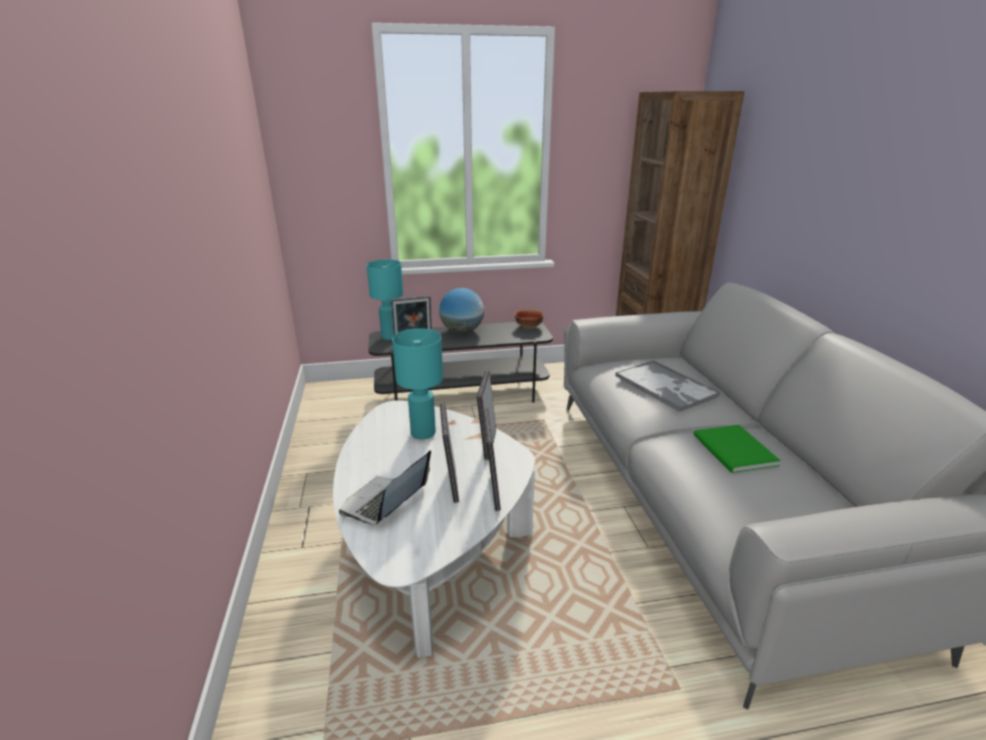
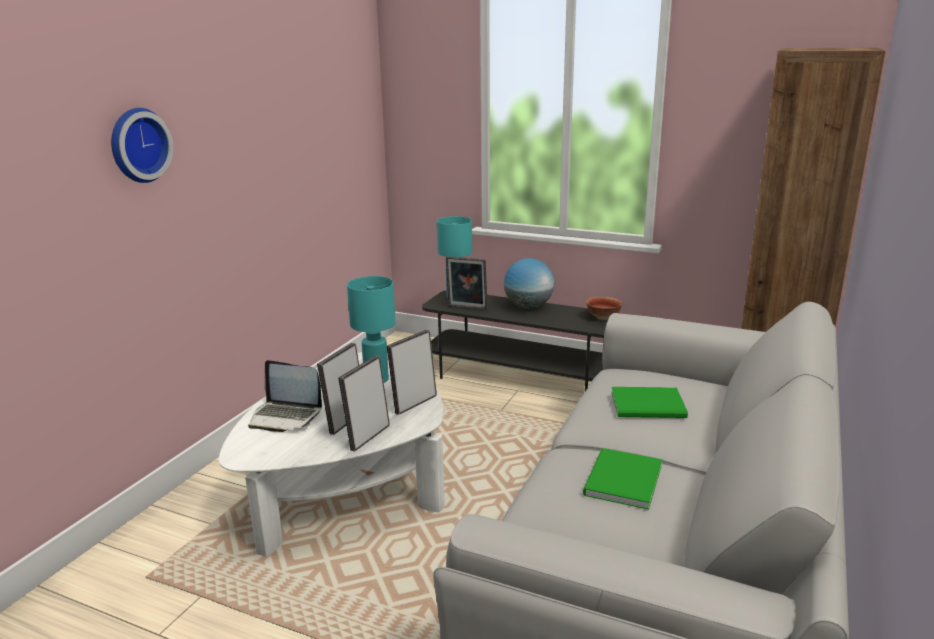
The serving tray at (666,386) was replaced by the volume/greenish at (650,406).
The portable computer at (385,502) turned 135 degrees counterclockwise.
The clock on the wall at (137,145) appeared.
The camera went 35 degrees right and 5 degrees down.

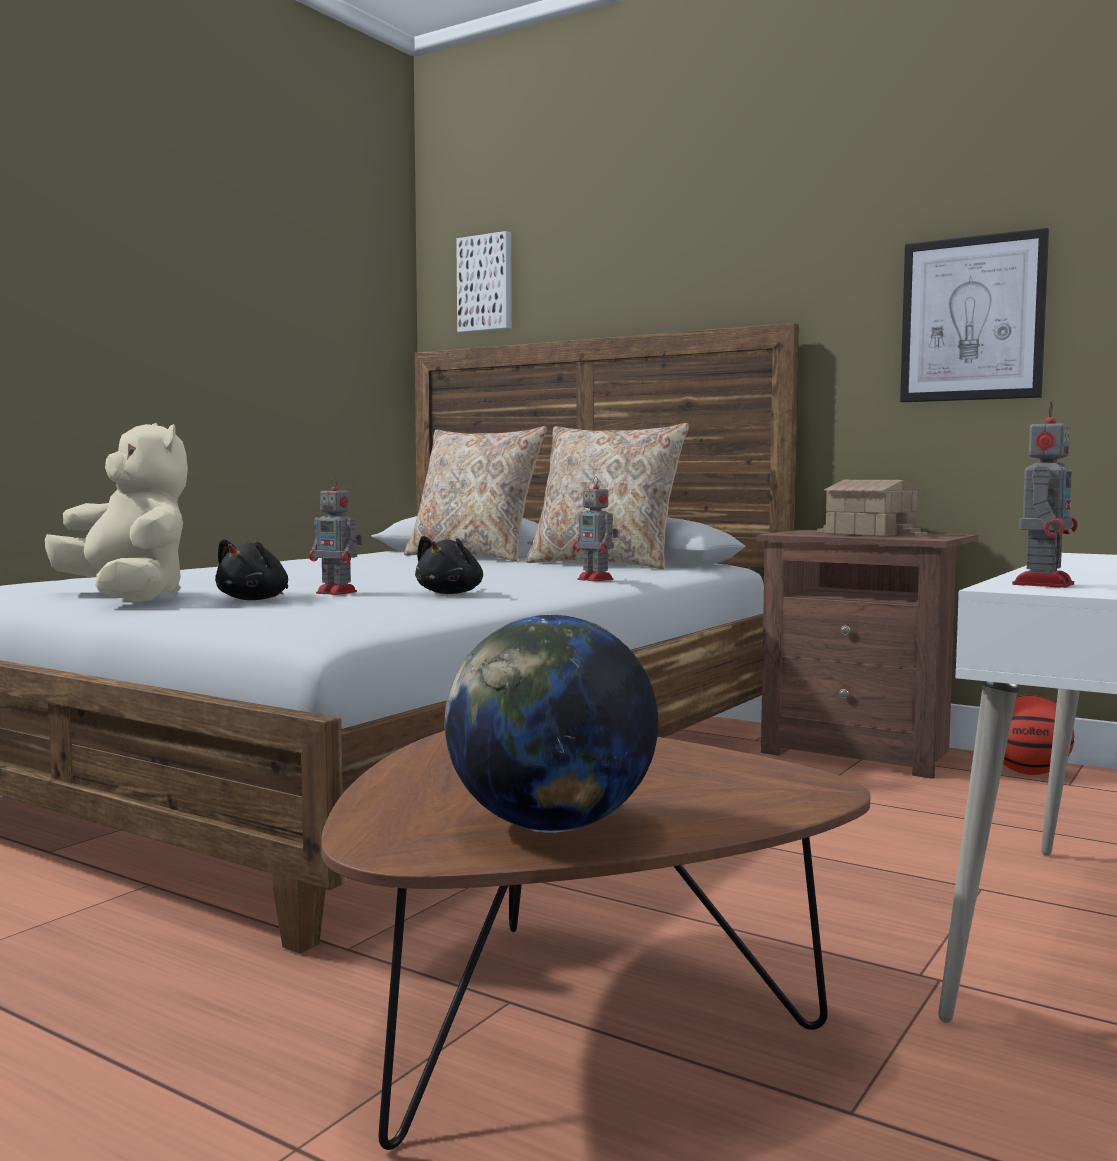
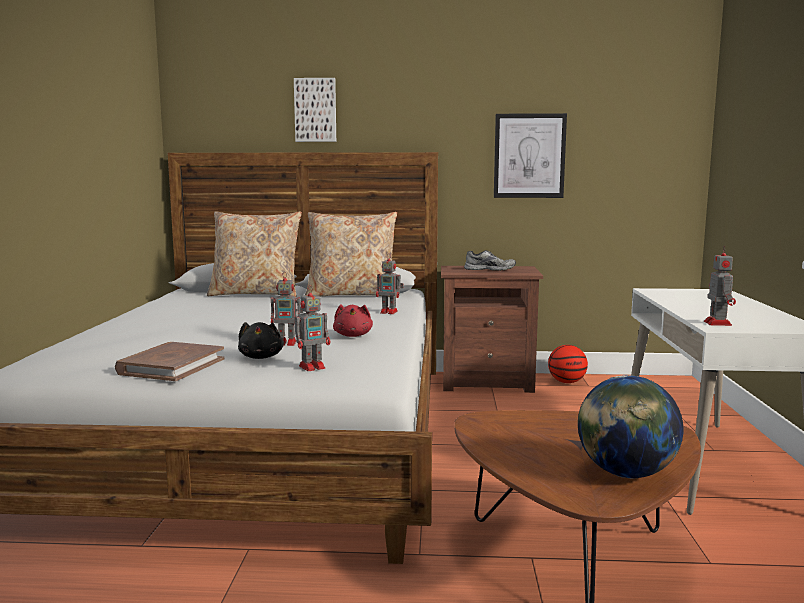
The picture moved from (486,283) to (315,110).
The soft toy/beige at (128,597) was replaced by the volume/brownish at (171,366).
The miniature house at (871,533) was replaced by the shoe/gray at (490,269).
The soft toy/black at (451,593) became the soft toy/red at (353,335).
The model robot at (313,367) appeared.
The camera went 30 degrees left and 5 degrees up.

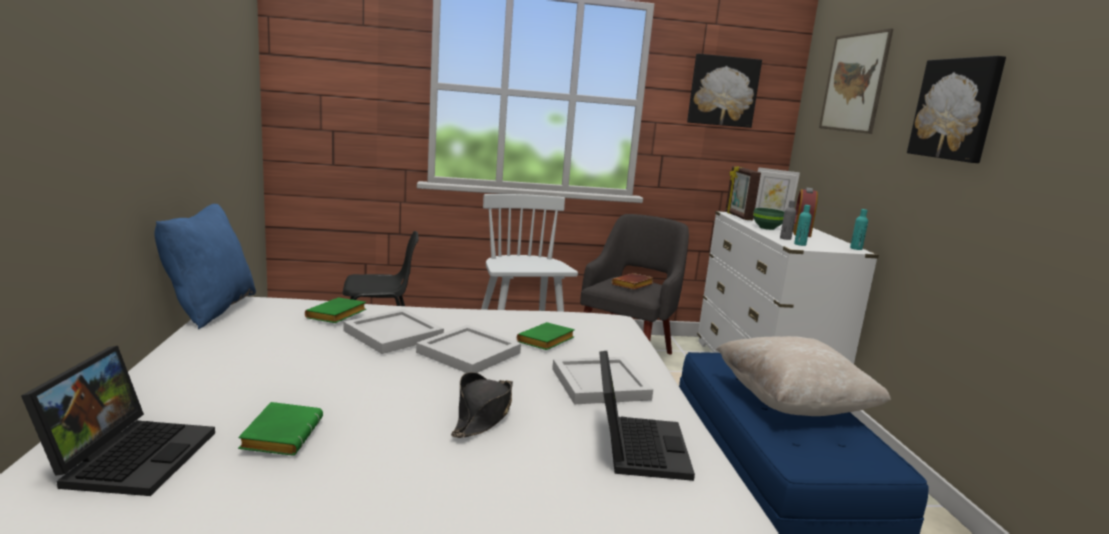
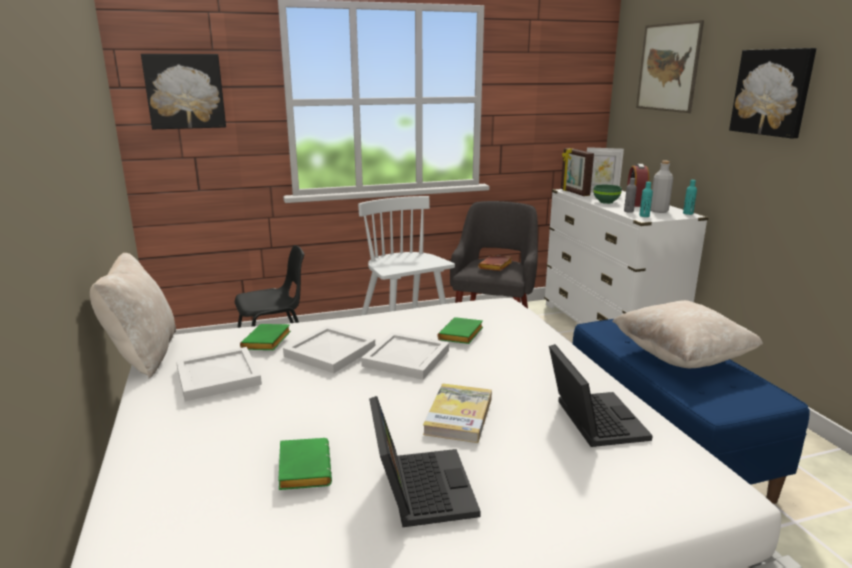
The picture moved from (722,91) to (185,91).
The throw pillow/blue-coloured at (210,309) became the throw pillow/beige at (143,355).
The portable computer moved from (131,455) to (419,487).
The serving tray/white moved from (600,383) to (219,376).
The wearable hat/black at (483,415) was replaced by the volume at (459,416).
The beverage bottle/gray at (658,211) appeared.
The camera went 10 degrees left and 5 degrees up.

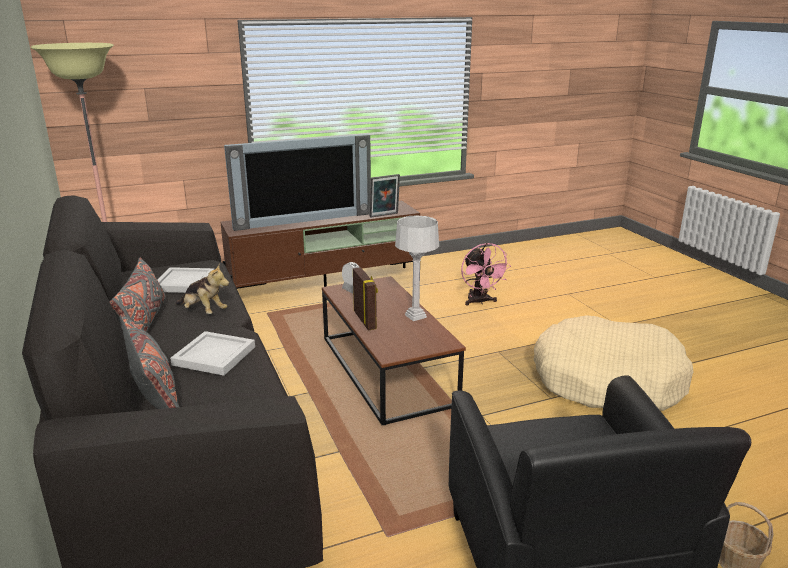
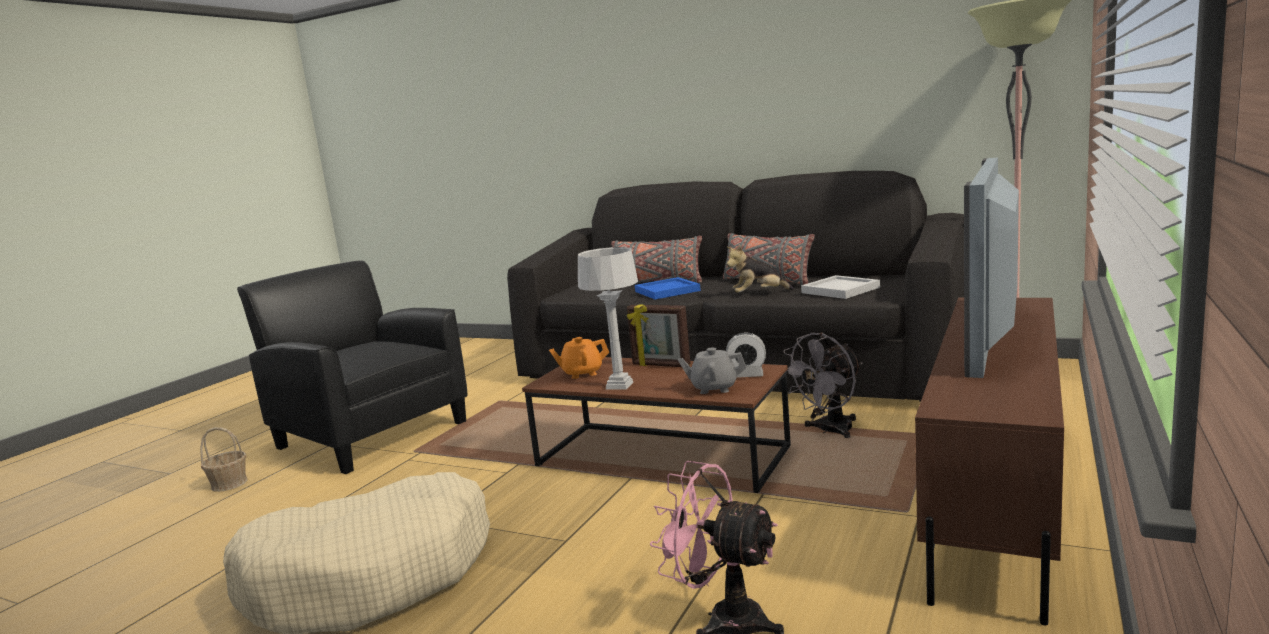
The picture frame at (384,215) disappeared.
The serving tray/white at (213,356) became the serving tray/blue-coloured at (667,291).
The cooling fan/gray at (829,431) appeared.
The tea pot/orange at (581,373) appeared.
The tea pot/gray at (713,388) appeared.
The camera went 140 degrees right and 10 degrees down.

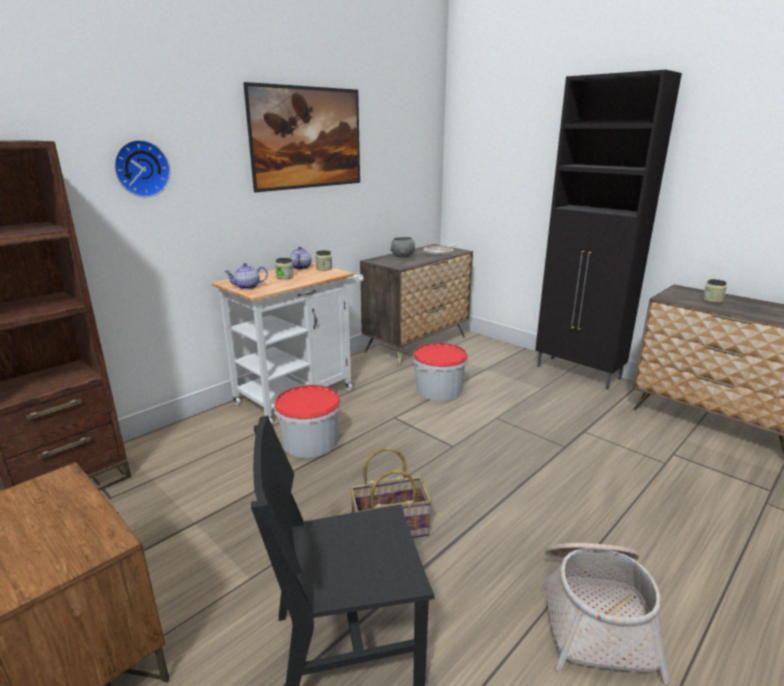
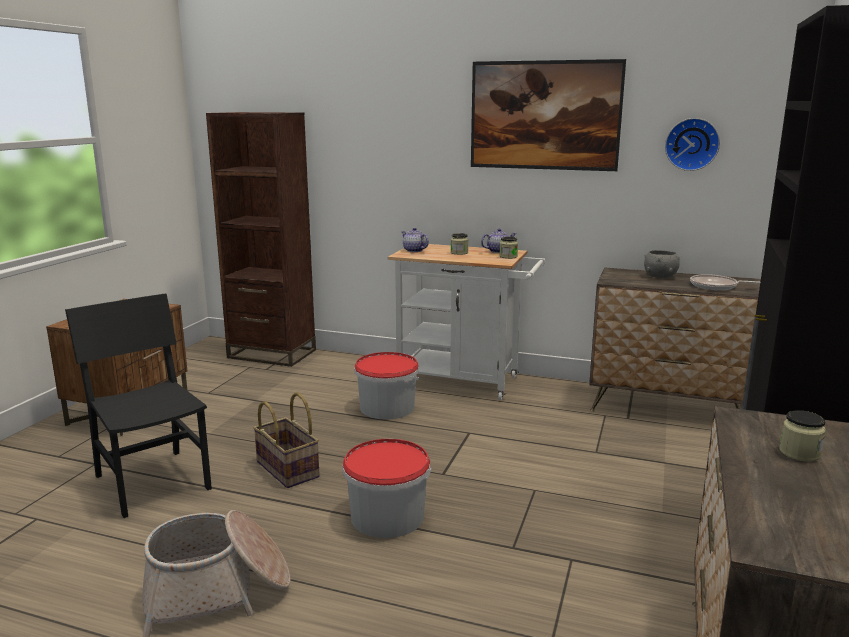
The clock on the wall moved from (141,168) to (692,144).
The bucket moved from (439,389) to (387,516).
The camera went 65 degrees right and 5 degrees down.

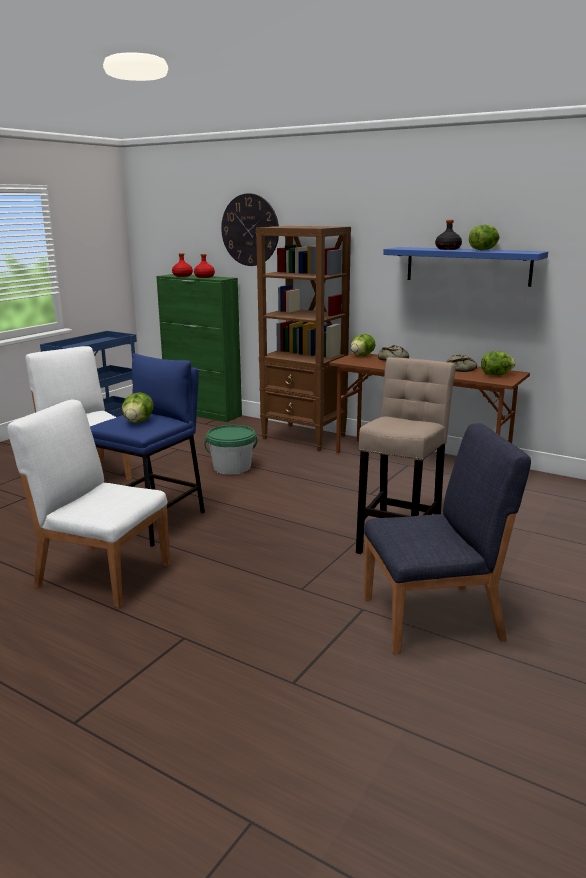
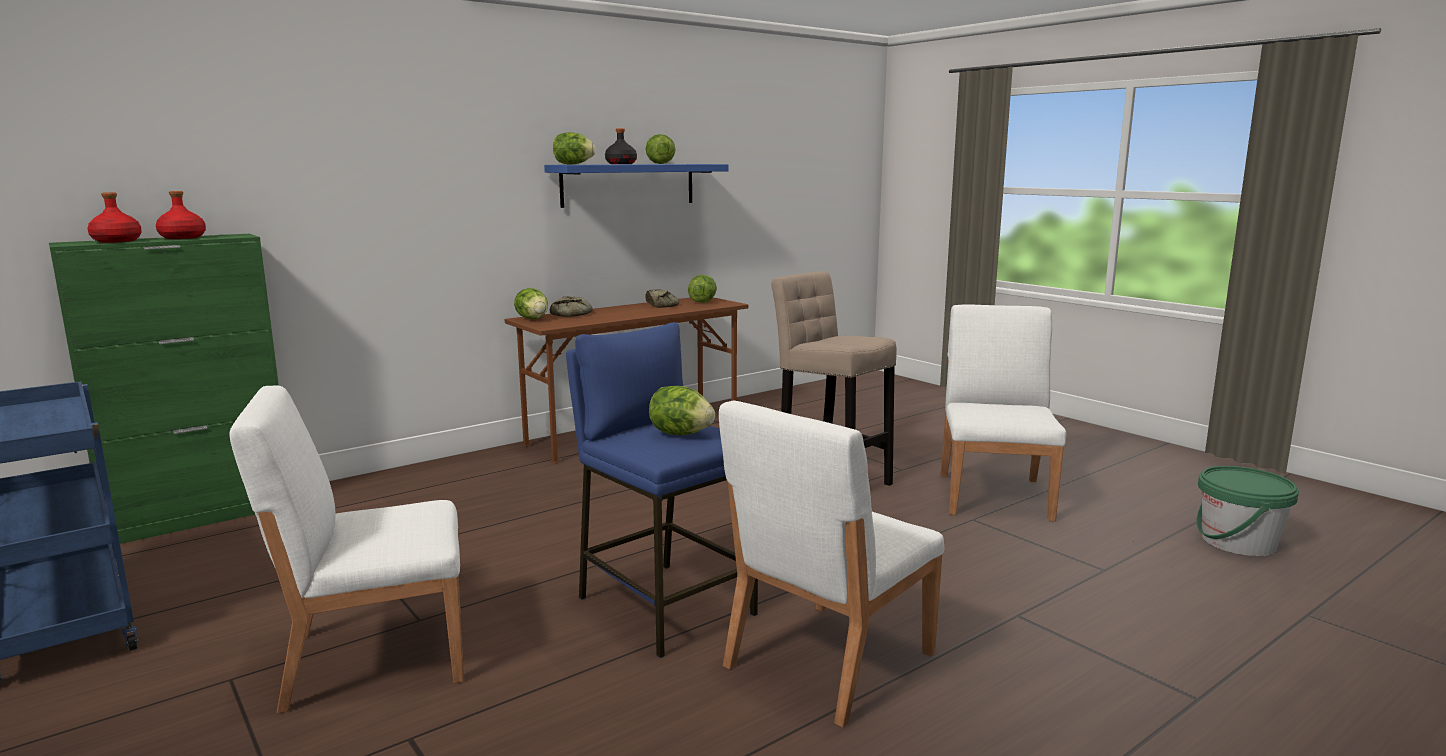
The clock on the wall at (250,230) disappeared.
The bookcase/brownish at (304,437) disappeared.
The upright chair/blue-coloured at (434,618) became the upright chair/white at (995,496).
The bucket/greenish moved from (232,467) to (1238,542).
The lettuce head at (573,164) appeared.
The camera went 70 degrees left and 5 degrees down.

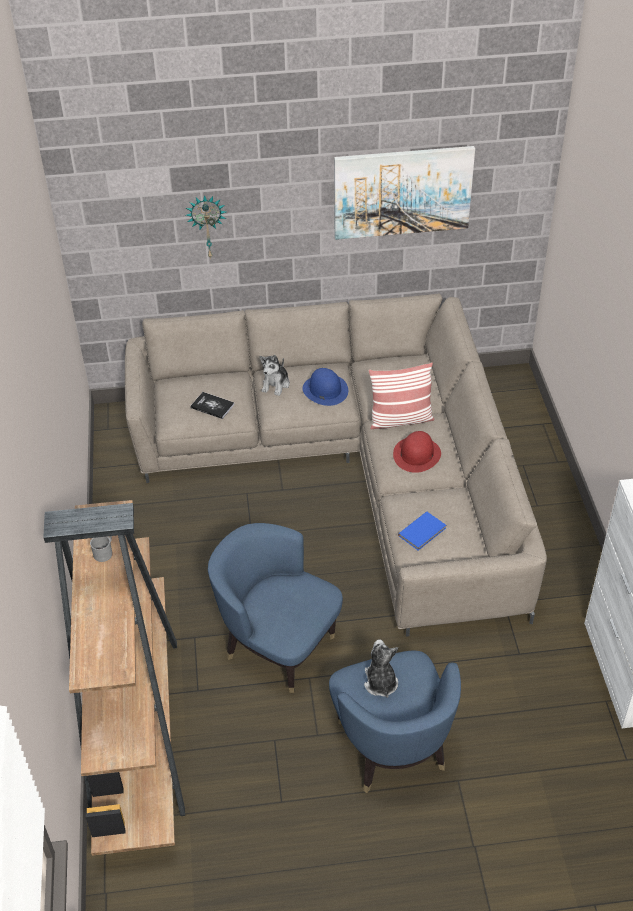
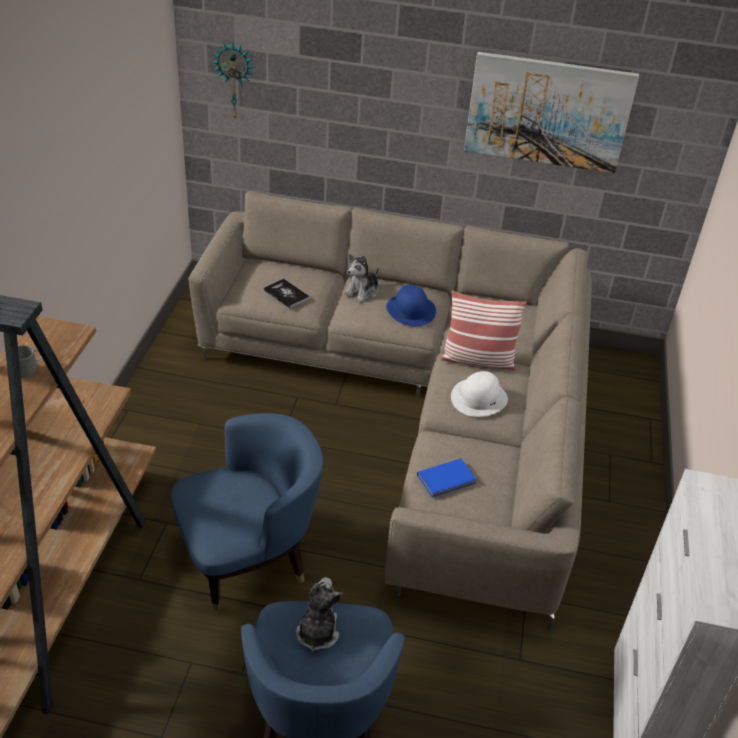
The clock on the wall moved from (207,225) to (234,80).
The wearable hat/red at (417,454) became the wearable hat/white at (479,398).
The easy chair/blue-coloured at (277,646) turned 105 degrees clockwise.
The camera went 15 degrees right and 5 degrees down.

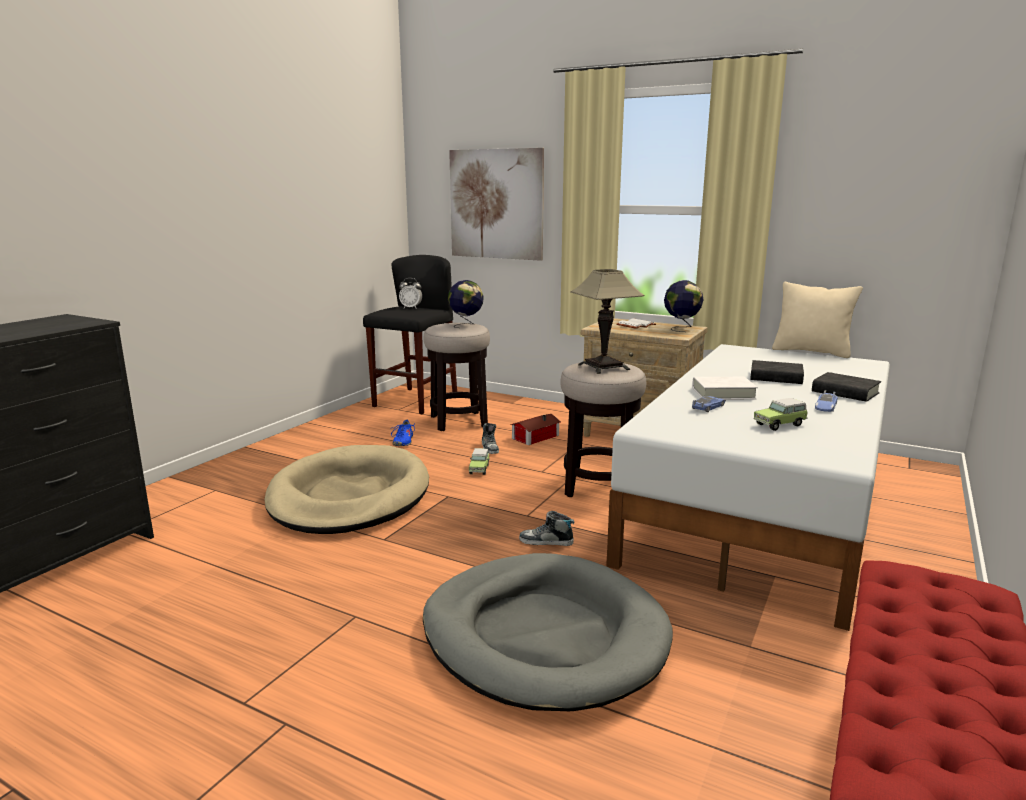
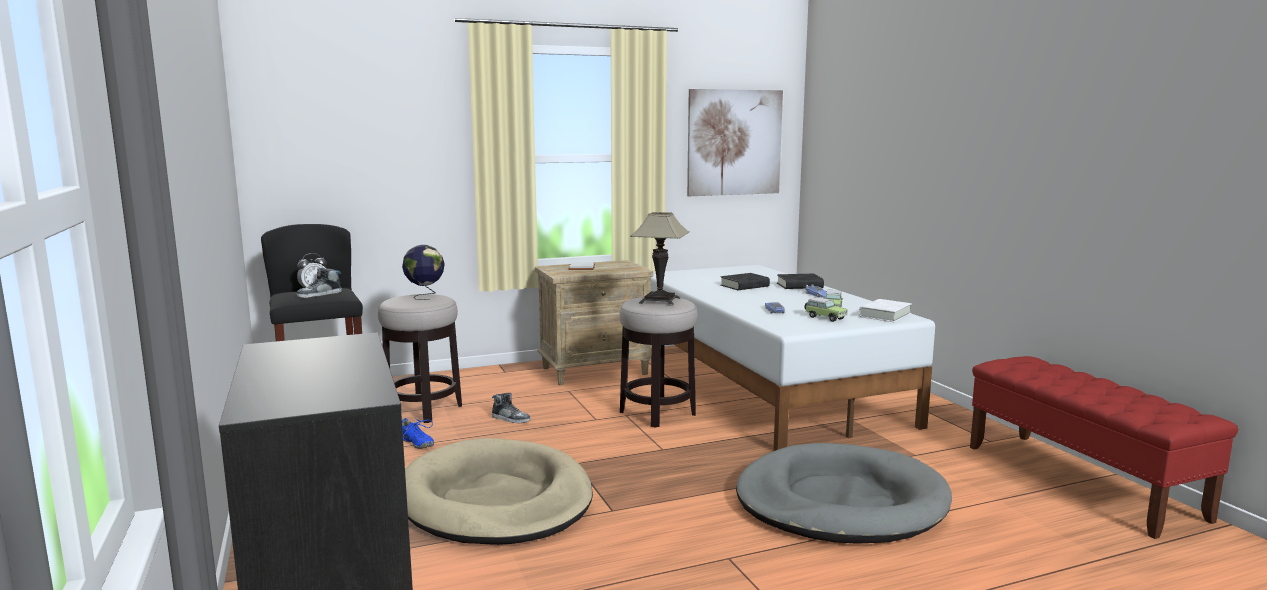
The picture moved from (496,204) to (734,142).
The world globe at (681,328) disappeared.
The throw pillow/beige at (811,352) disappeared.
The volume/white moved from (723,393) to (884,315).
The miniature house at (533,437) disappeared.
The toy car moved from (479,469) to (824,318).
The shoe moved from (546,541) to (319,294).
The camera went 50 degrees left and 5 degrees down.

